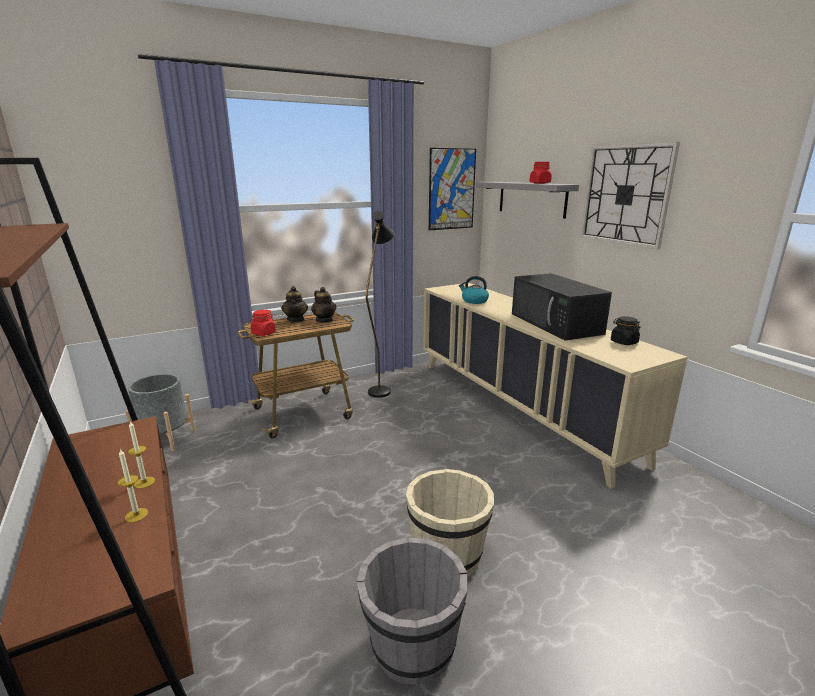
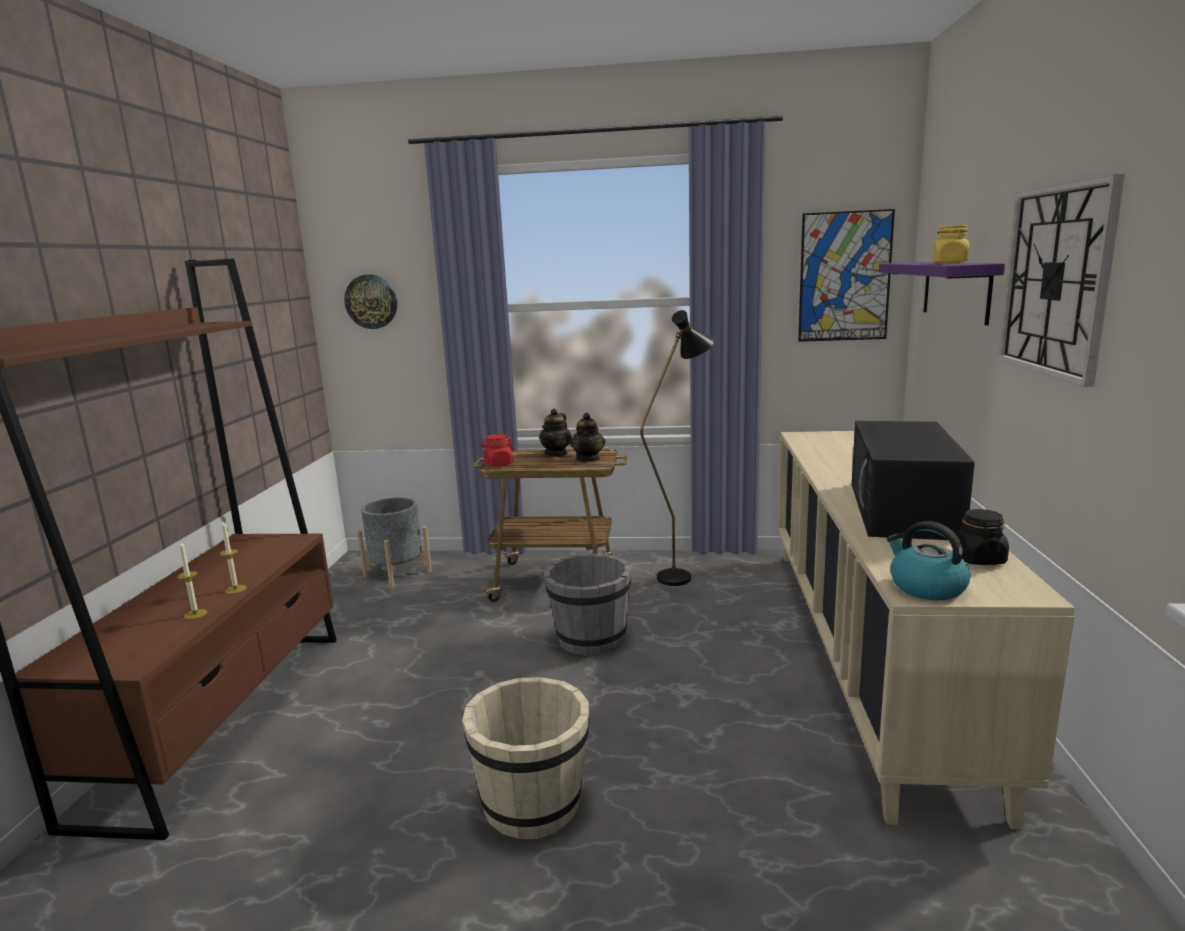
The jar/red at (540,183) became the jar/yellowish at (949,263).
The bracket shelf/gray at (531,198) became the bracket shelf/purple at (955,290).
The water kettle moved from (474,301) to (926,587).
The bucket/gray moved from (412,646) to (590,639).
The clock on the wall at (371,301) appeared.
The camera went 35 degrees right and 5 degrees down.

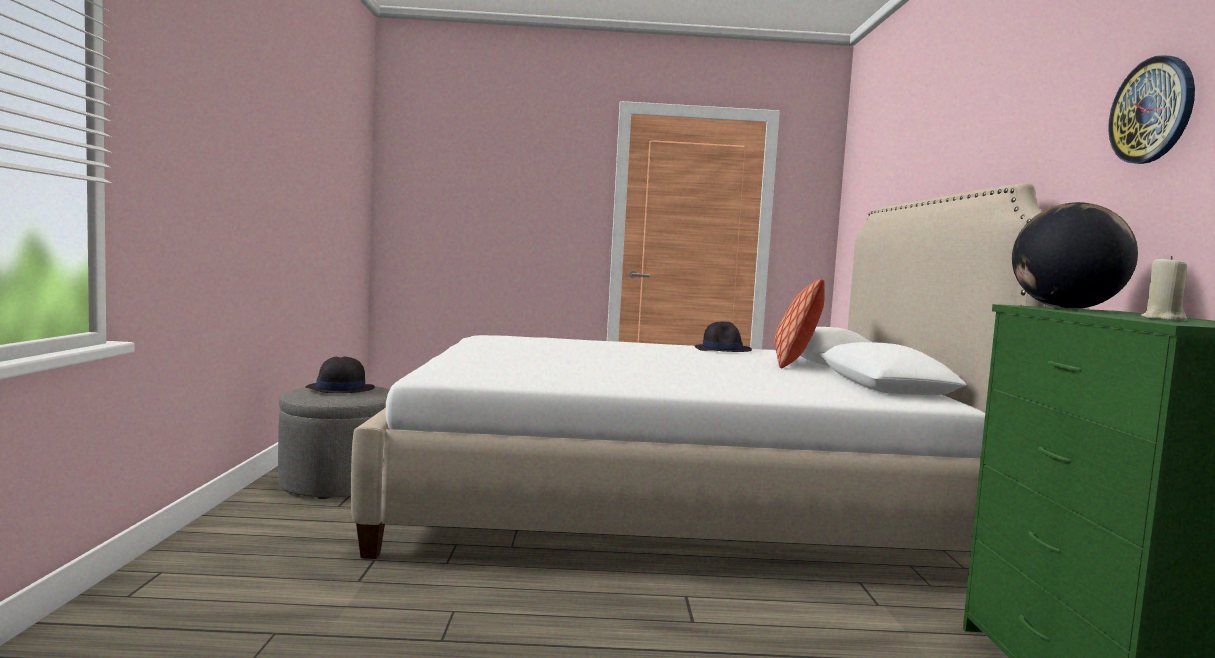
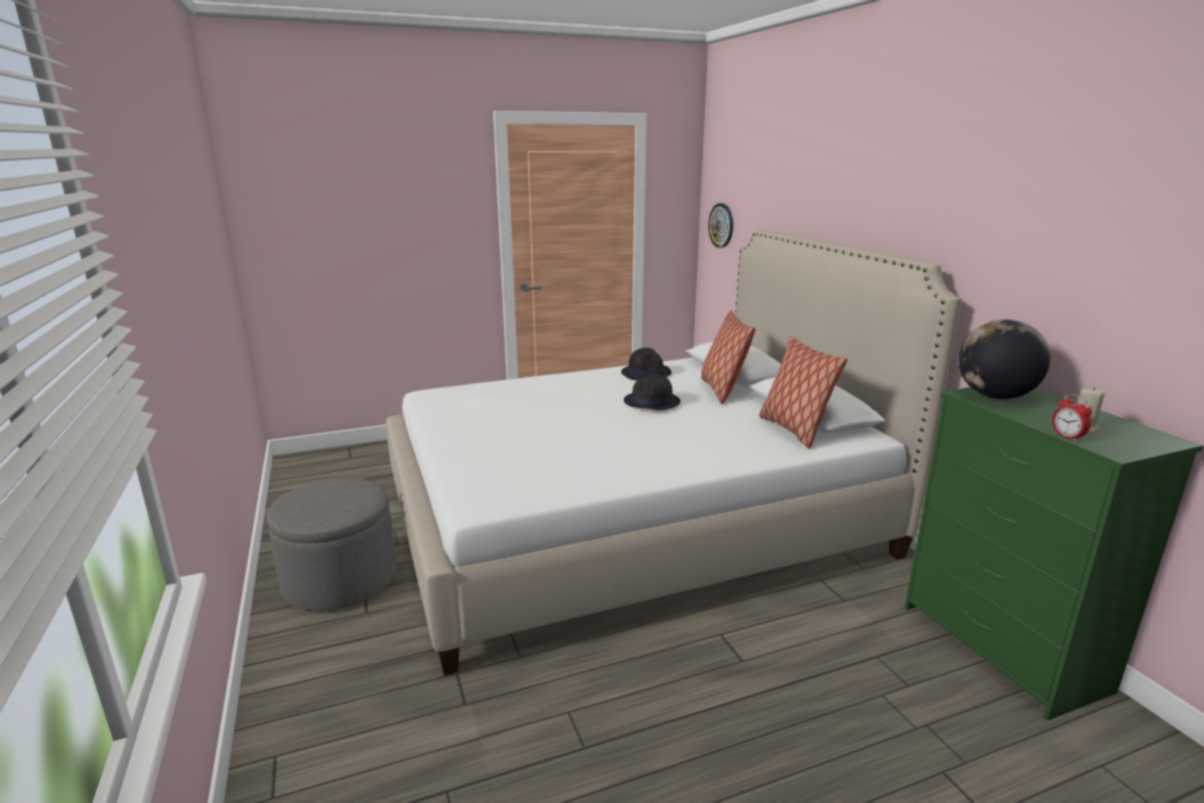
The clock on the wall moved from (1152,110) to (721,225).
The wearable hat/black moved from (340,389) to (652,402).
The throw pillow at (794,430) appeared.
The bedside clock at (1067,437) appeared.
The camera went 20 degrees left and 15 degrees up.

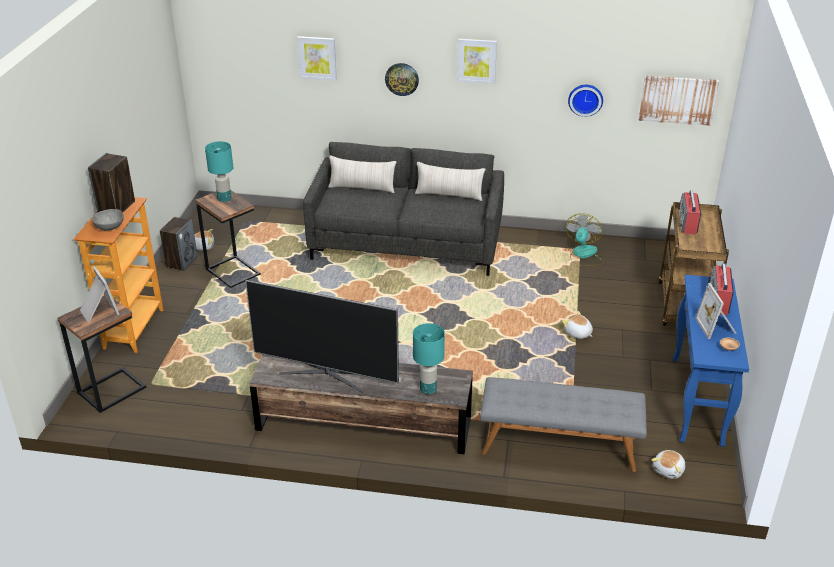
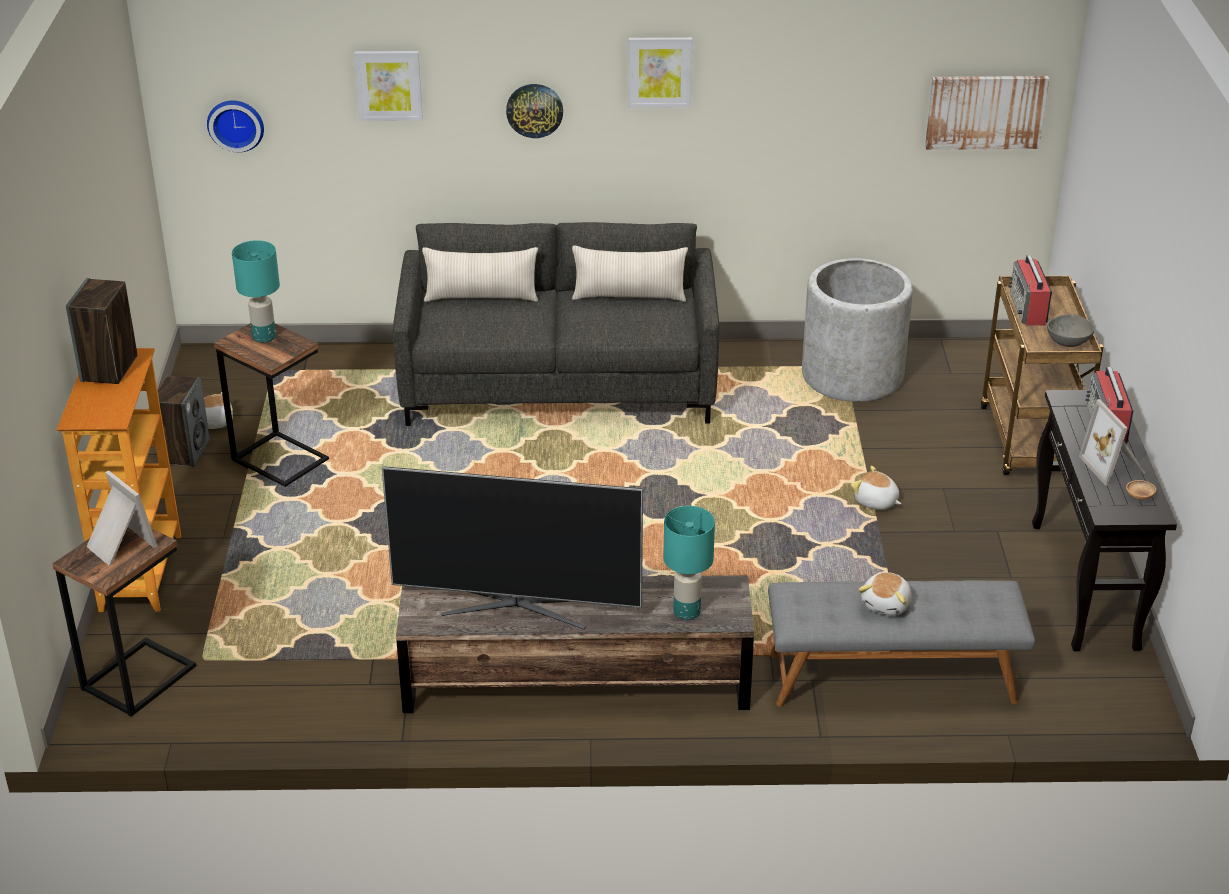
The clock on the wall moved from (585,99) to (236,124).
The bowl/gray moved from (109,227) to (1067,343).
The cooling fan at (583,255) was replaced by the plant pot/gray at (852,375).
The console table/blue-coloured at (697,401) became the console table/black at (1085,586).
The soft toy moved from (669,470) to (887,604).
The camera went 10 degrees left and 0 degrees up.

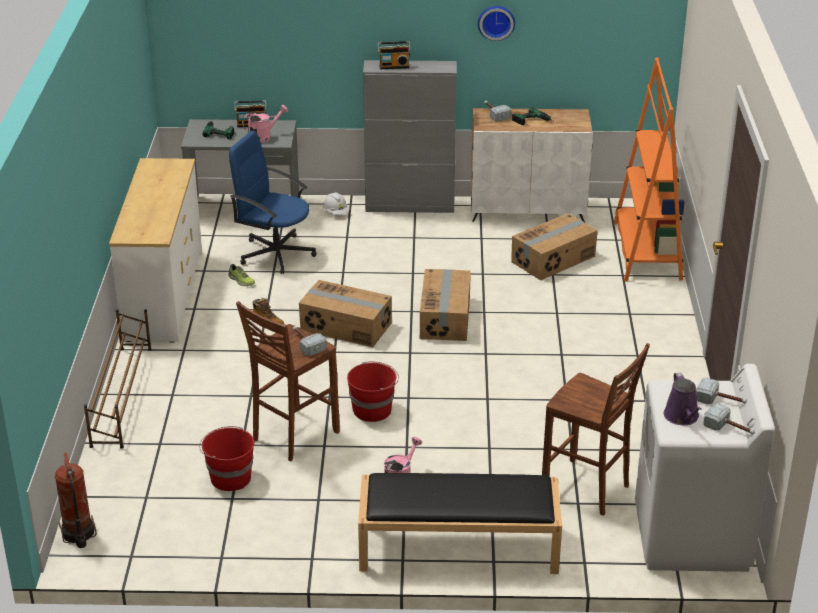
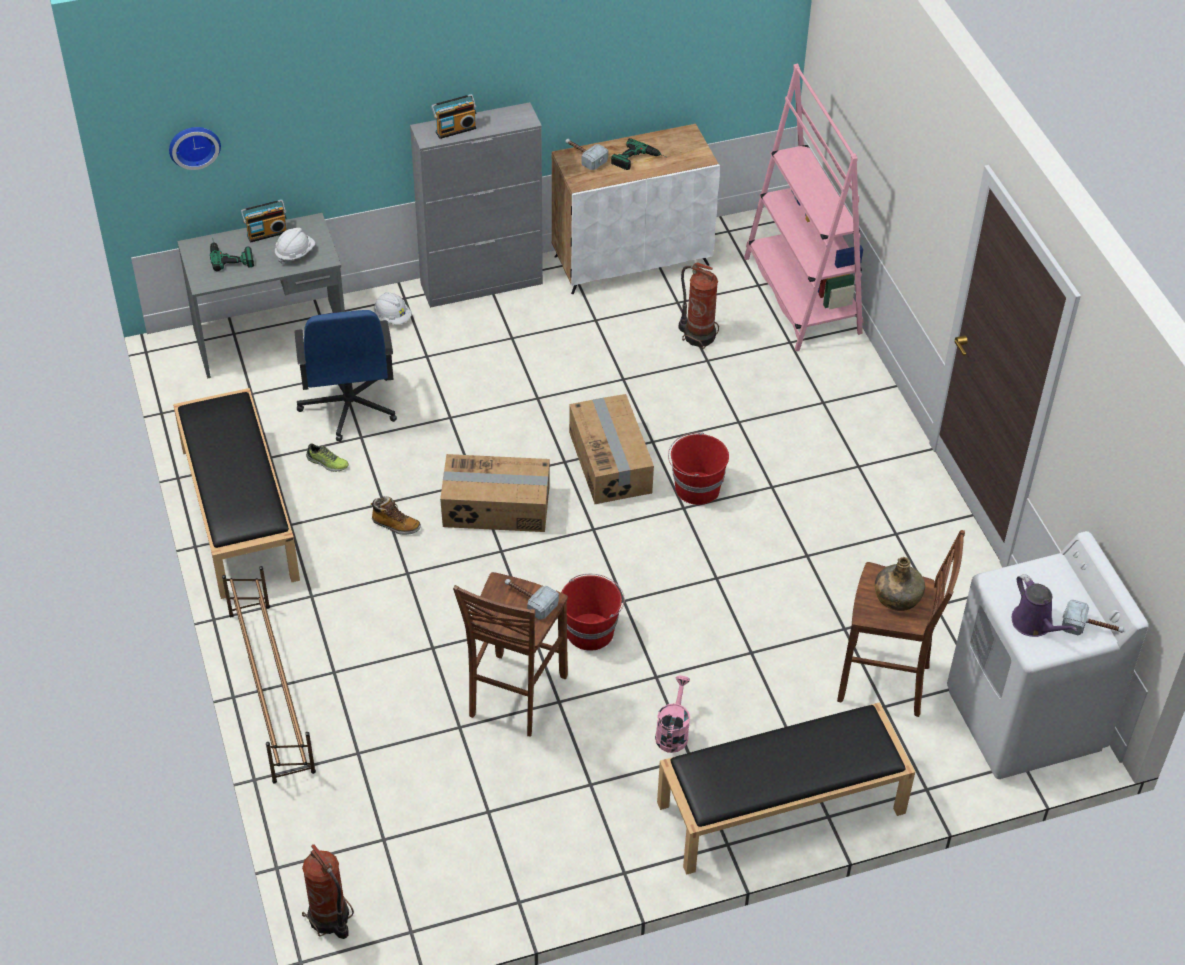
The clock on the wall moved from (496,22) to (194,145).
The bookcase/orange at (647,251) became the bookcase/pinkish at (802,296).
The watering can/pinkish at (263,137) was replaced by the safety helmet/white at (295,253).
The office chair/blue-coloured at (275,253) turned 105 degrees counterclockwise.
The chest of drawers/white at (163,295) was replaced by the indoor bench/black at (238,511).
The packing box at (554,259) was replaced by the fire extinguisher at (698,335).
The tool hammer at (721,401) disappeared.
The bucket/red moved from (229,478) to (696,488).
The beverage bottle/greenish at (897,597) appeared.
The camera went 20 degrees left and 15 degrees up.

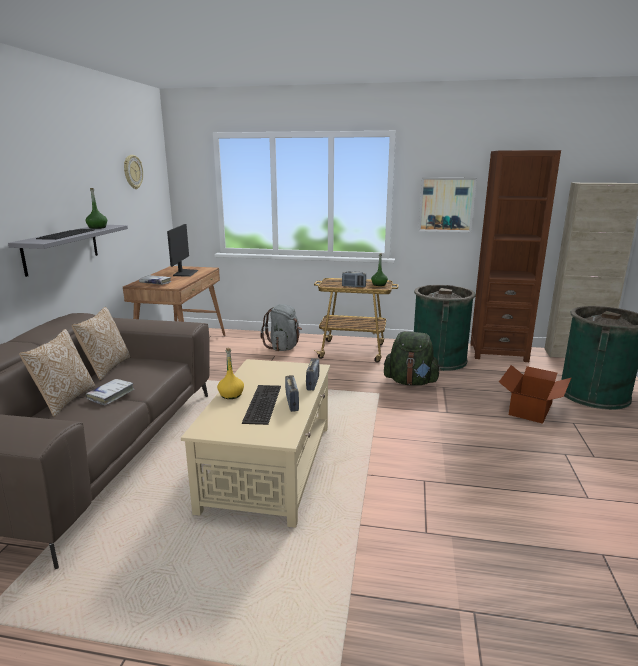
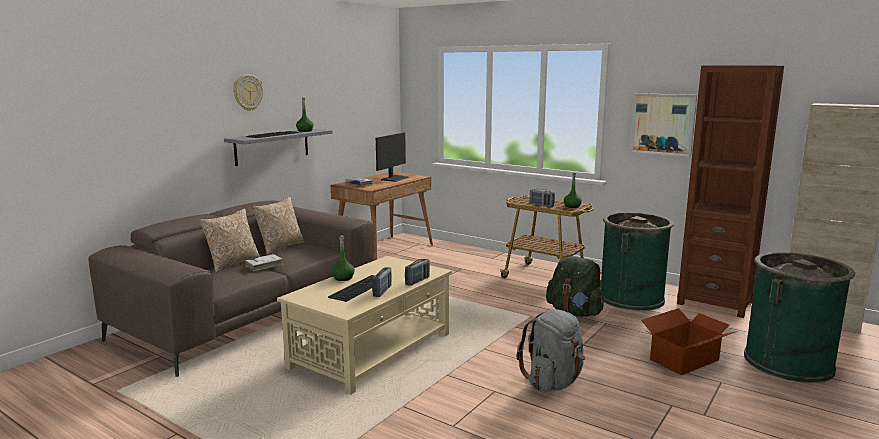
The clock on the wall moved from (132,172) to (247,92).
The knapsack/gray moved from (283,347) to (553,382).
The beverage bottle/yellowish at (231,395) became the beverage bottle/greenish at (343,278).
The camera went 25 degrees right and 5 degrees down.

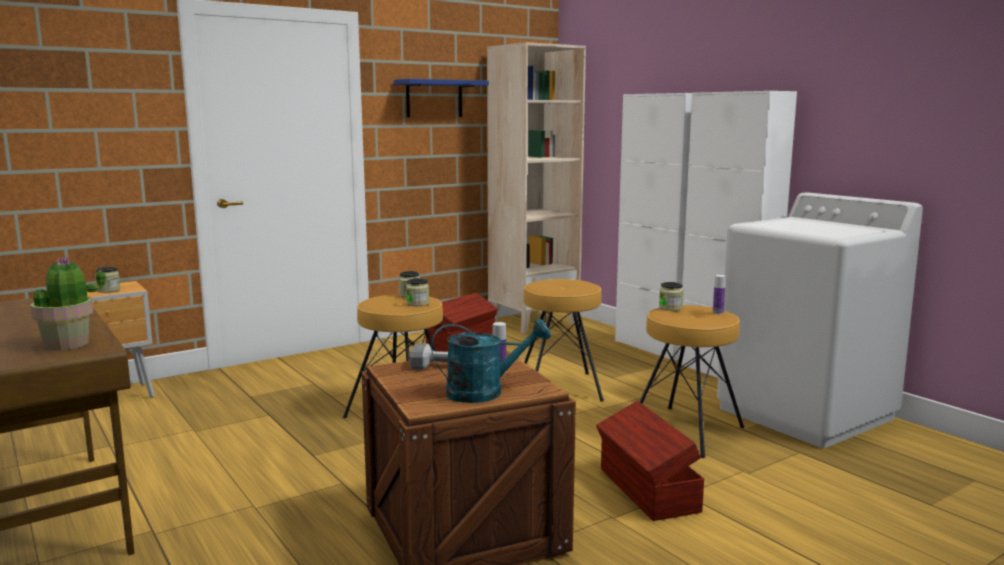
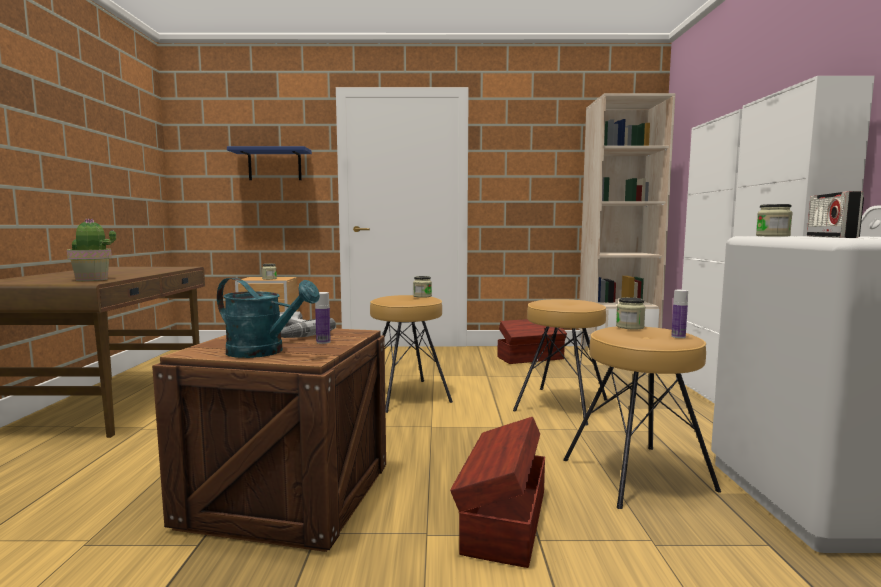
The bracket shelf/blue-coloured moved from (434,98) to (275,165).
The jar moved from (417,303) to (772,236).
The radio set at (831,237) appeared.
The camera went 35 degrees right and 5 degrees down.

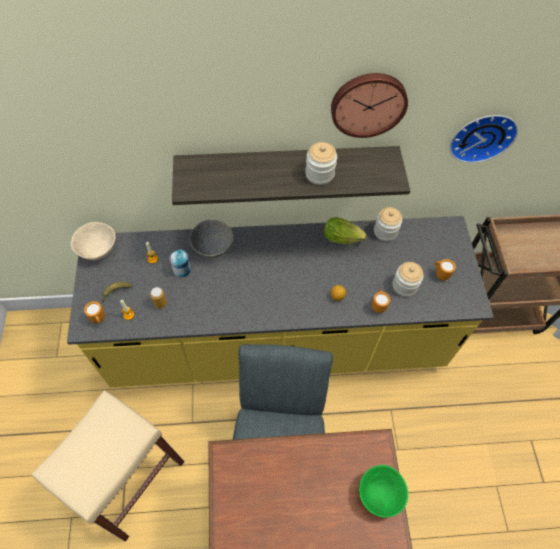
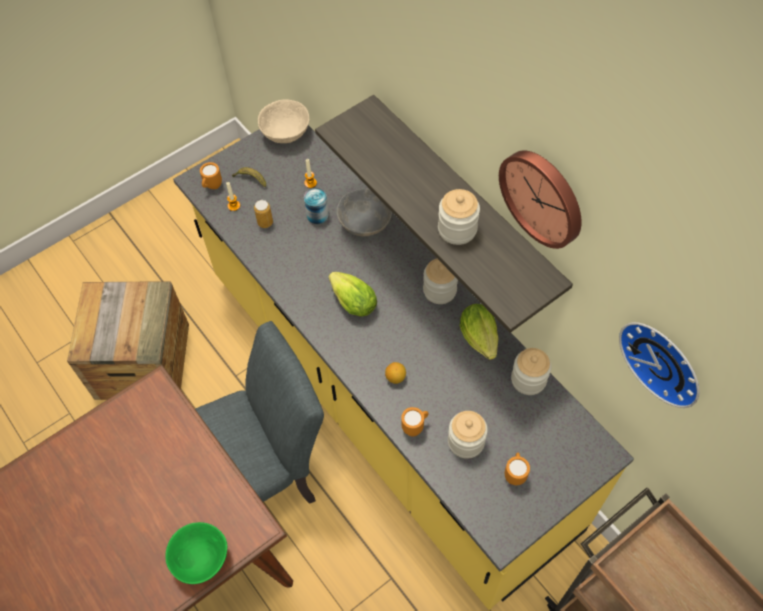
The sitting stool/beige at (131,481) was replaced by the shipping crate at (142,361).
The jar at (439,290) appeared.
The lettuce head at (351,301) appeared.
The camera went 60 degrees right and 0 degrees up.

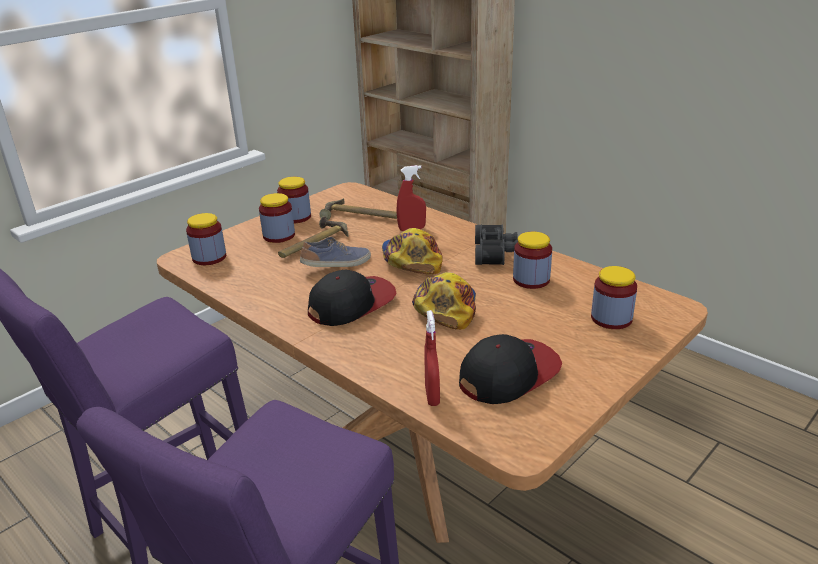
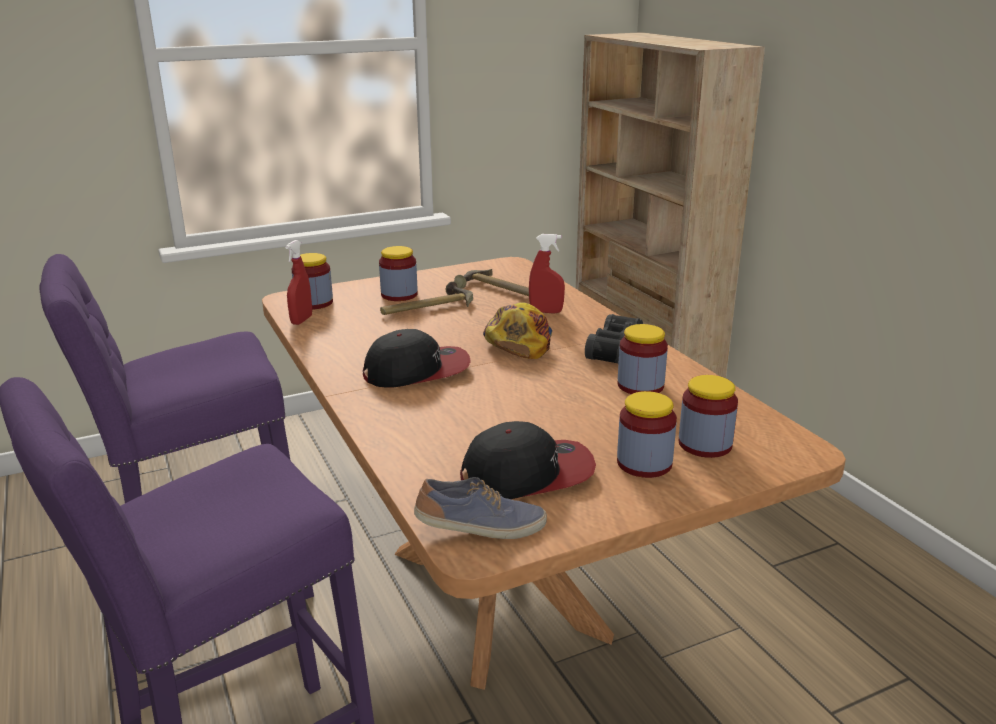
The jar moved from (296,217) to (644,463).
The shoe moved from (337,265) to (481,529).
The cap at (445,306) disappeared.
The spray bottle/red moved from (432,396) to (301,320).
The camera went 20 degrees right and 5 degrees down.

